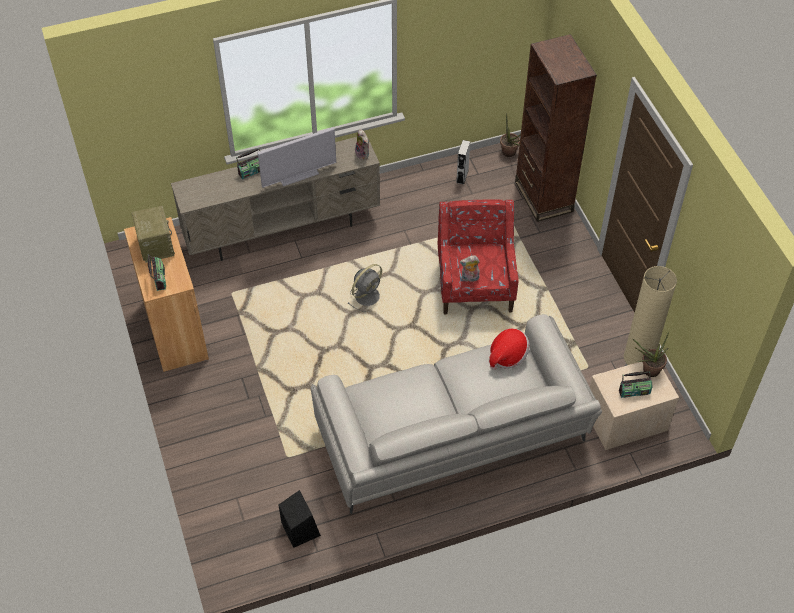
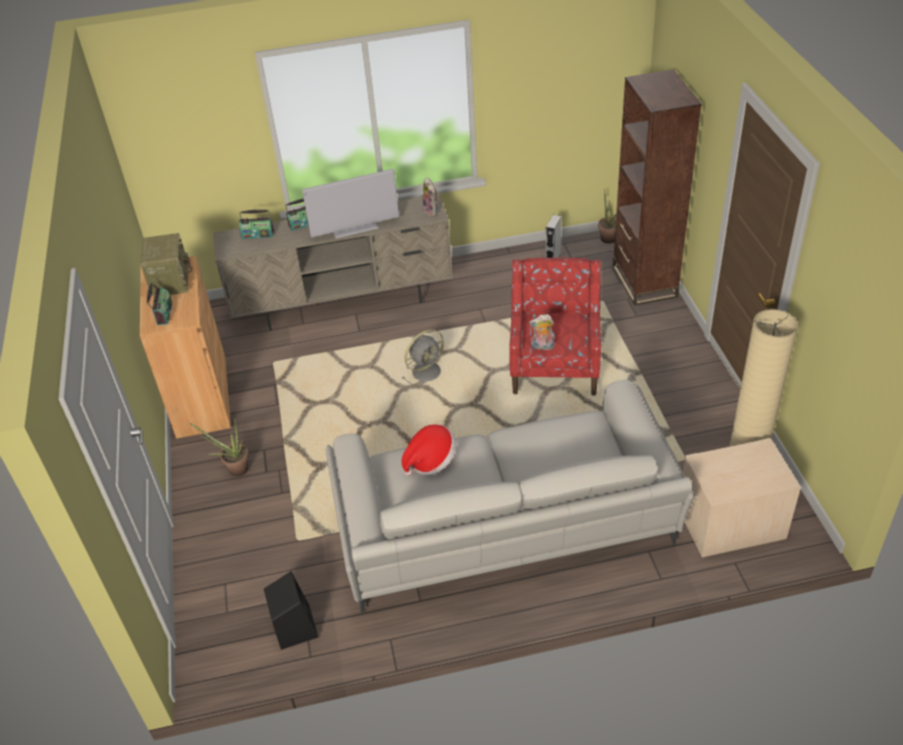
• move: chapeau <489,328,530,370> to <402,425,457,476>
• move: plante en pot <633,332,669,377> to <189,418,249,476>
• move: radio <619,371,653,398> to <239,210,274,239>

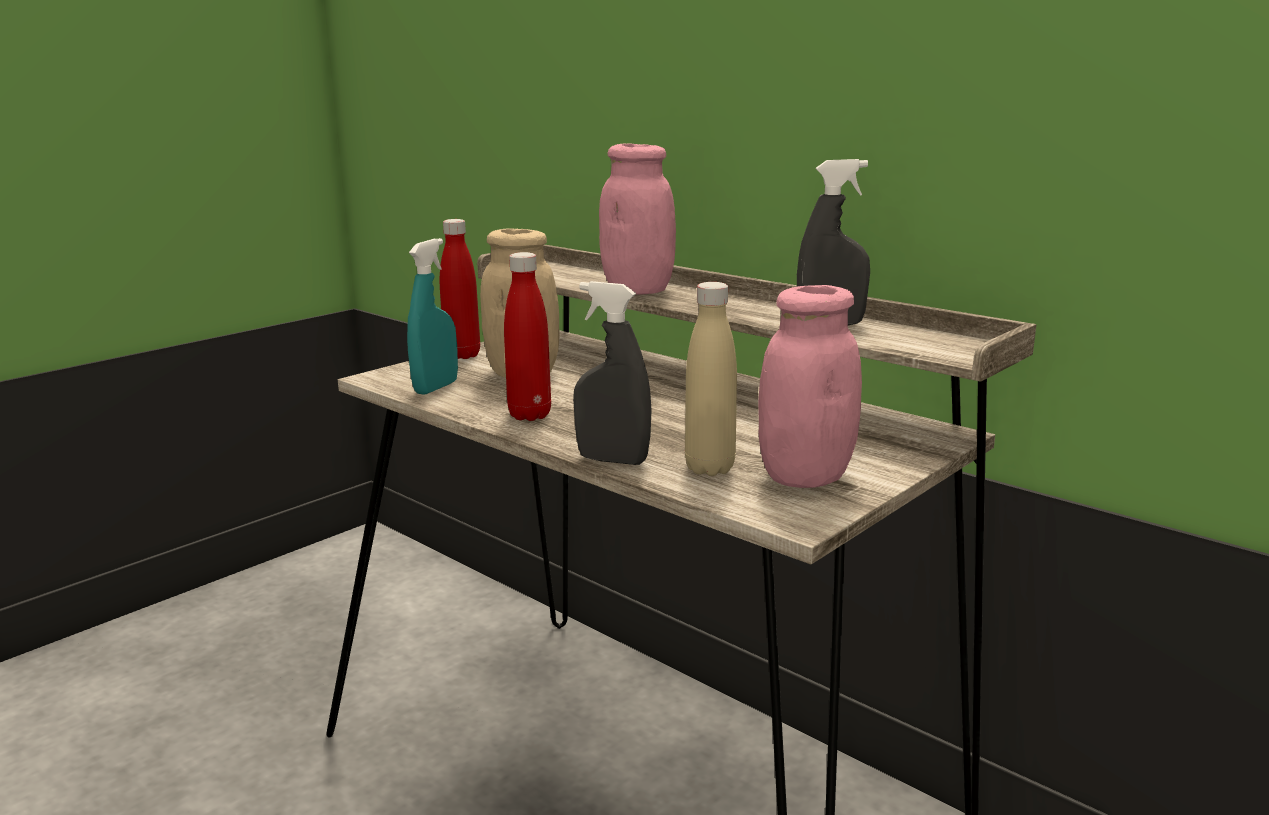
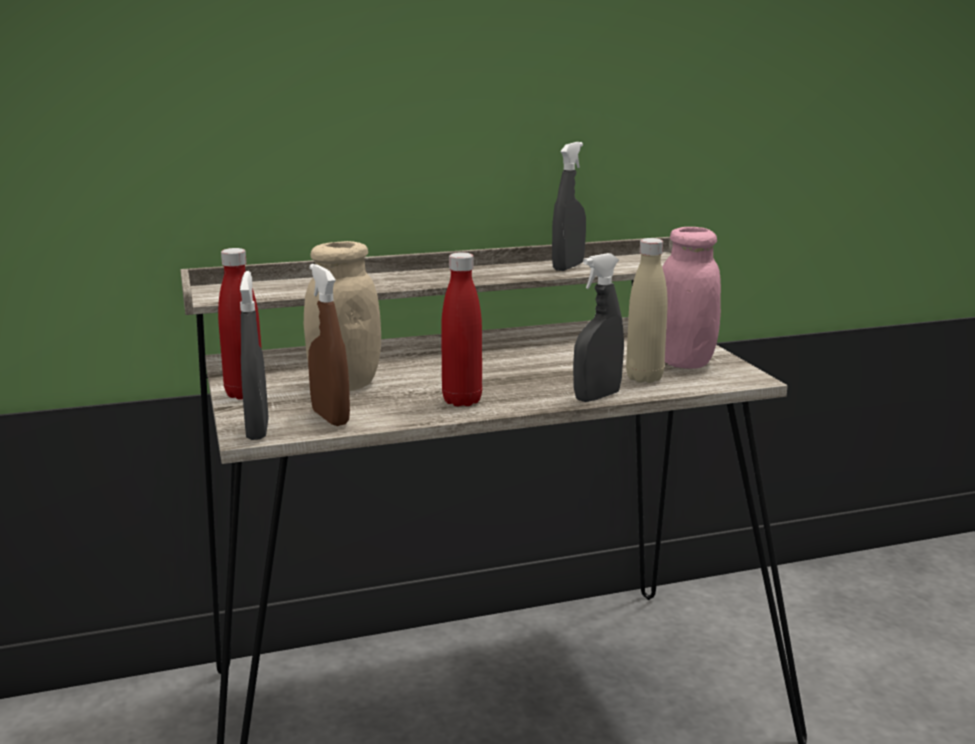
• delete: bocal (rose) <599,143,676,295>
• recolor: vaporisateur (turquoise) <407,238,458,394> to vaporisateur (marron) <308,264,350,426>
• insert: vaporisateur (gris) <240,271,268,440>

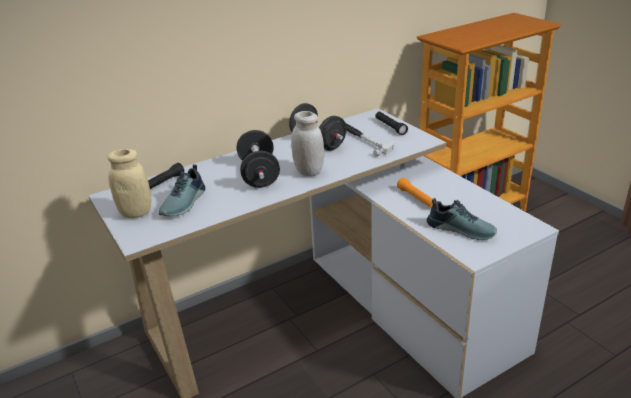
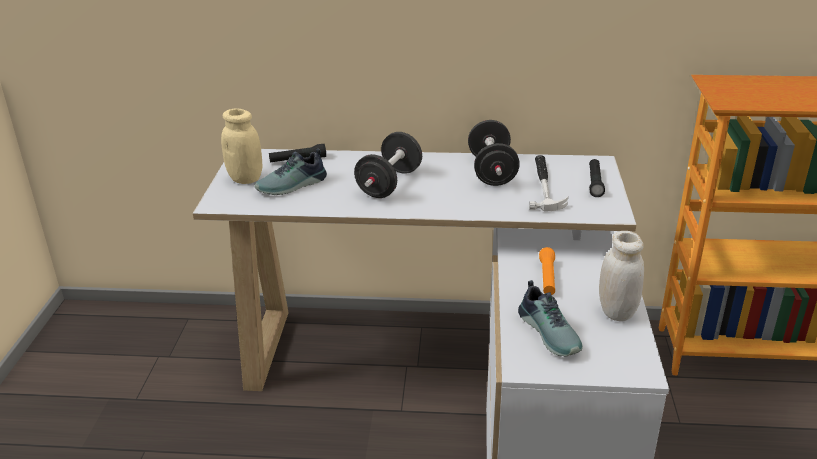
• move: bocal (blanc) <291,111,324,177> to <599,231,644,321>

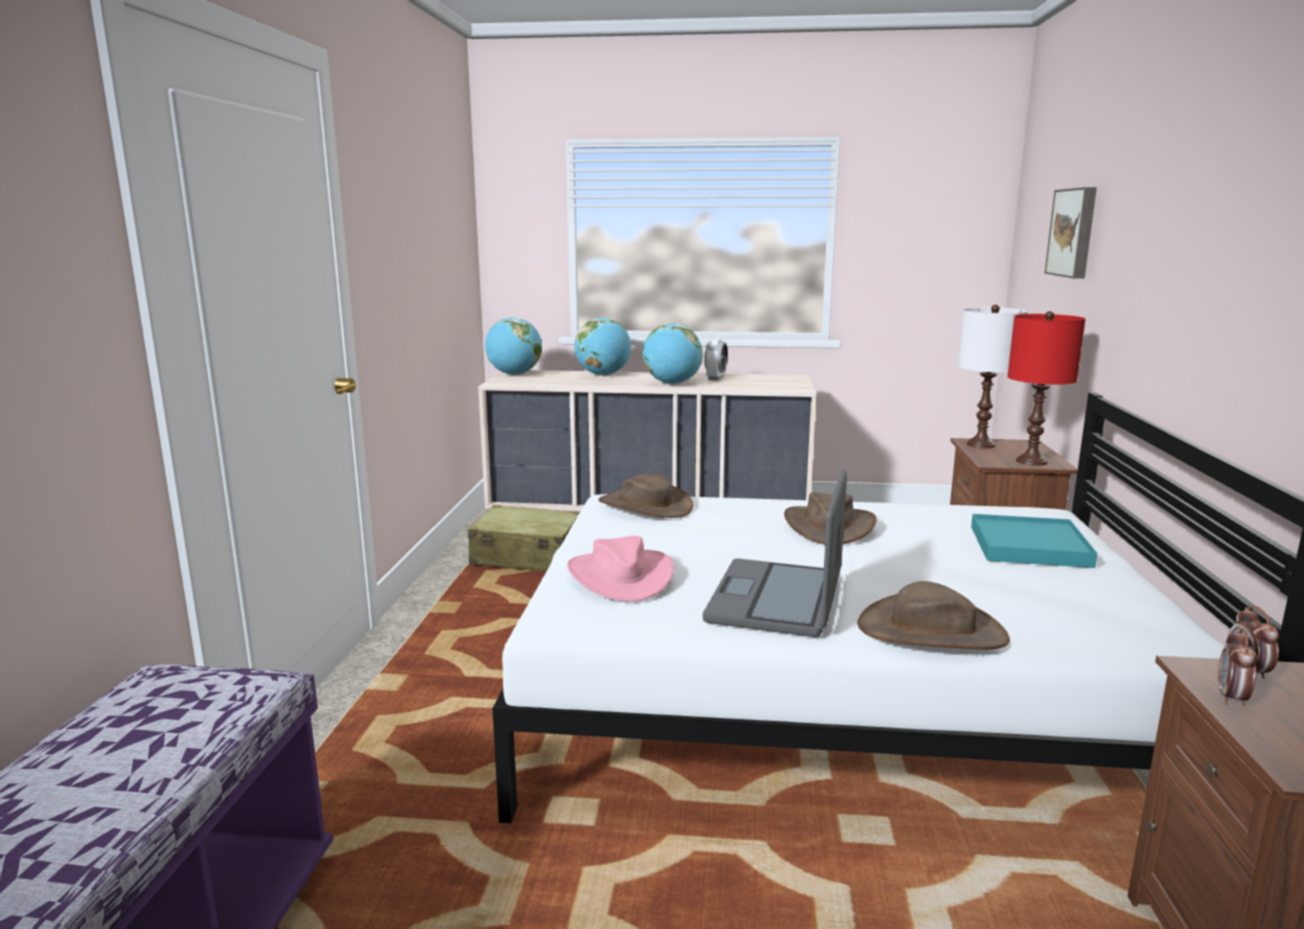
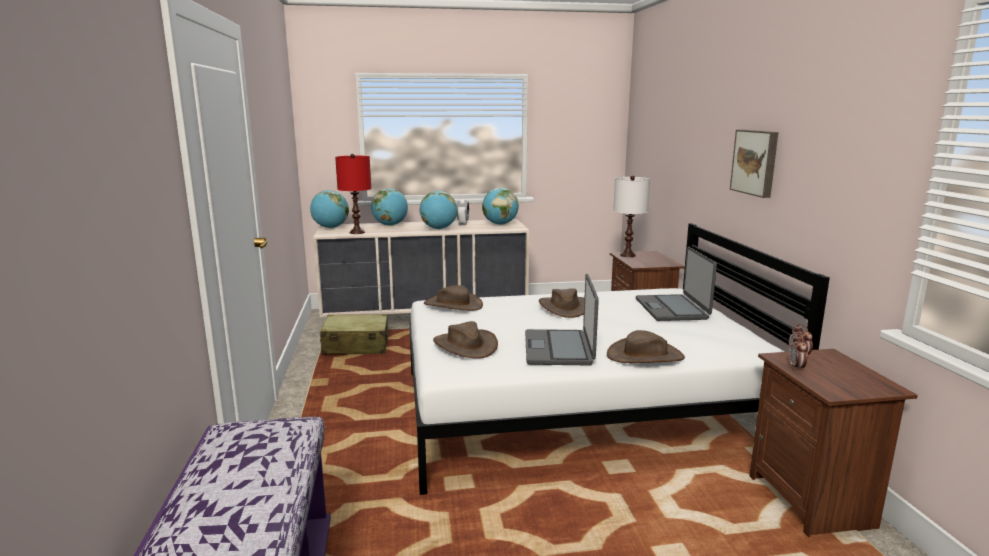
• move: tableau <1045,187,1097,279> to <730,130,778,198>
• move: lampe de table (rouge) <1007,311,1086,466> to <335,154,371,234>
• replace: plateau (turquoise) <971,514,1098,568> to ordinateur portable <636,246,717,321>
• recolor: chapeau (rose) <567,536,674,602> to chapeau (marron) <433,321,498,359>
• insert: globe <482,188,519,225>

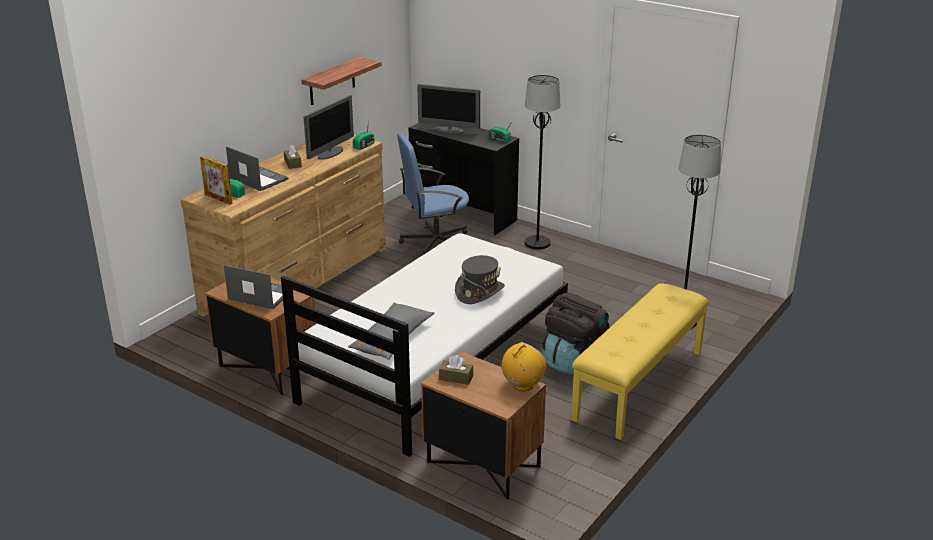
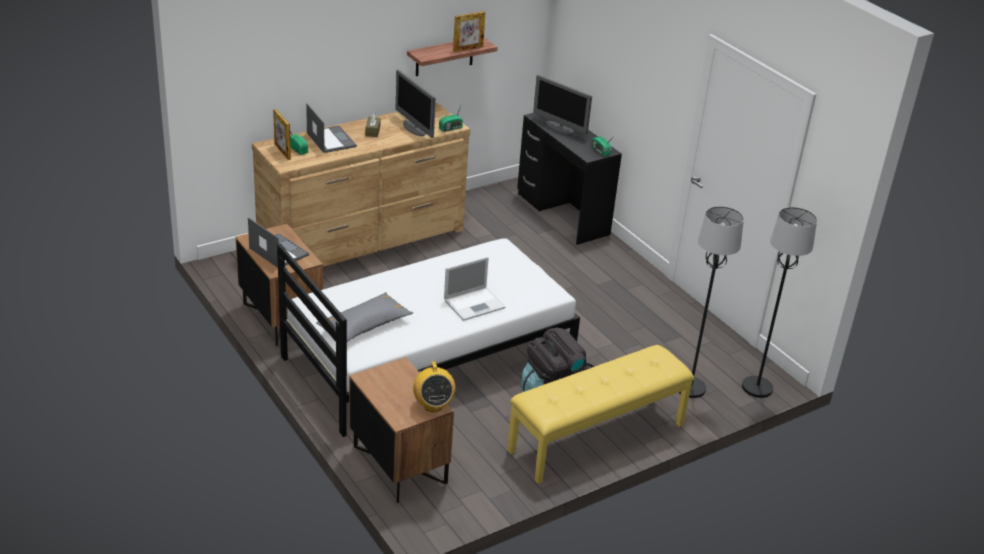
• move: lampadaire (noir) <525,75,560,249> to <742,207,817,398>
• rotate: écran d'ordinateur <303,95,354,160> = <395,70,436,138> 90 degrees clockwise
• delete: chaise de bureau (bleu) <397,133,469,255>
• replace: chapeau (gris) <455,255,505,304> to ordinateur portable <444,257,505,321>
• rotate: radio <502,342,546,391> = <413,361,456,412> 105 degrees clockwise
• delete: boîte à mouchoirs (marron) <439,355,473,385>
• insert: cadre photo <453,11,486,52>

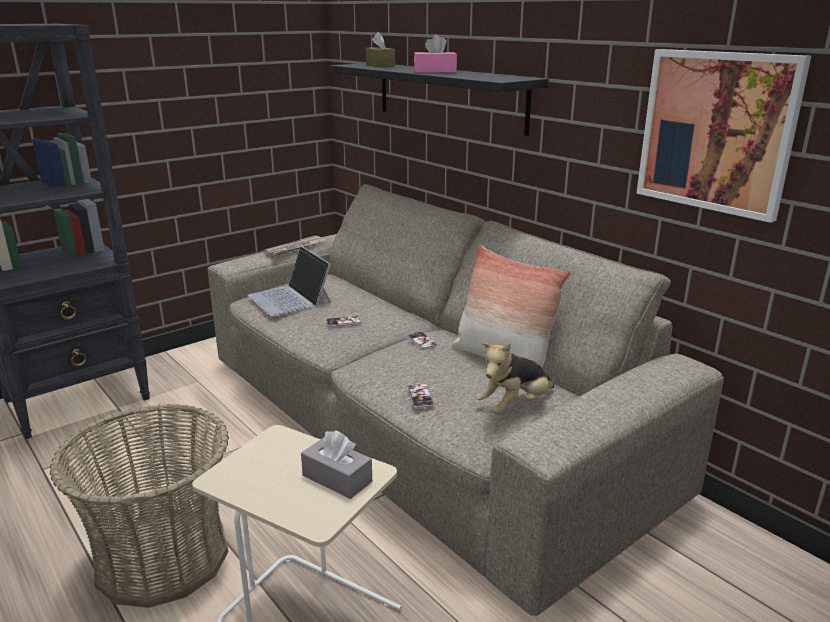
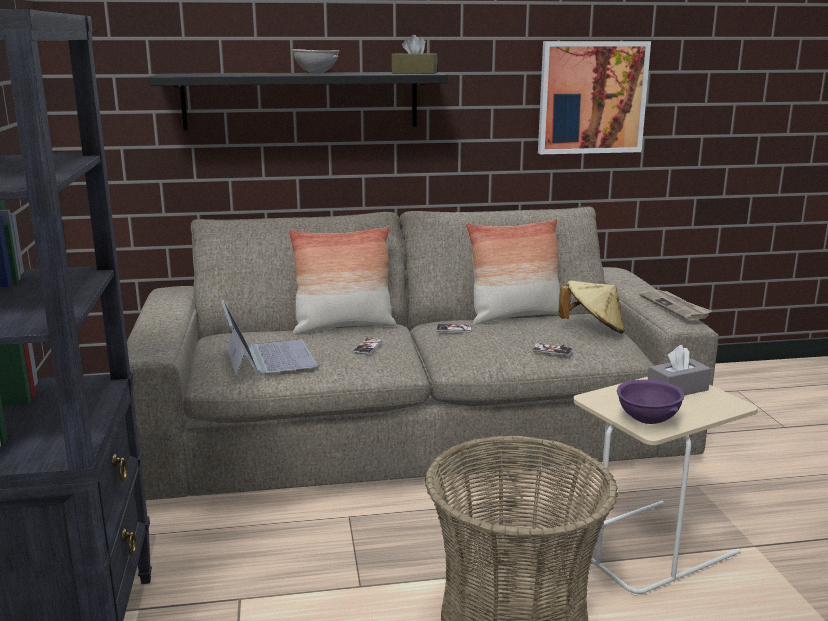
• move: boîte à mouchoirs (marron) <366,32,395,67> to <391,35,438,74>
• replace: boîte à mouchoirs (rose) <414,34,457,73> to bol (gris) <292,49,339,74>
• move: journal <264,236,326,256> to <640,290,712,320>
• rotate: ordinateur portable <247,246,331,316> = <221,300,317,377> 105 degrees counterclockwise
• replace: peluche <476,343,554,414> to chapeau (beige) <558,280,625,334>
• insert: coussin <288,226,396,335>
• insert: bol (violet) <617,380,684,424>

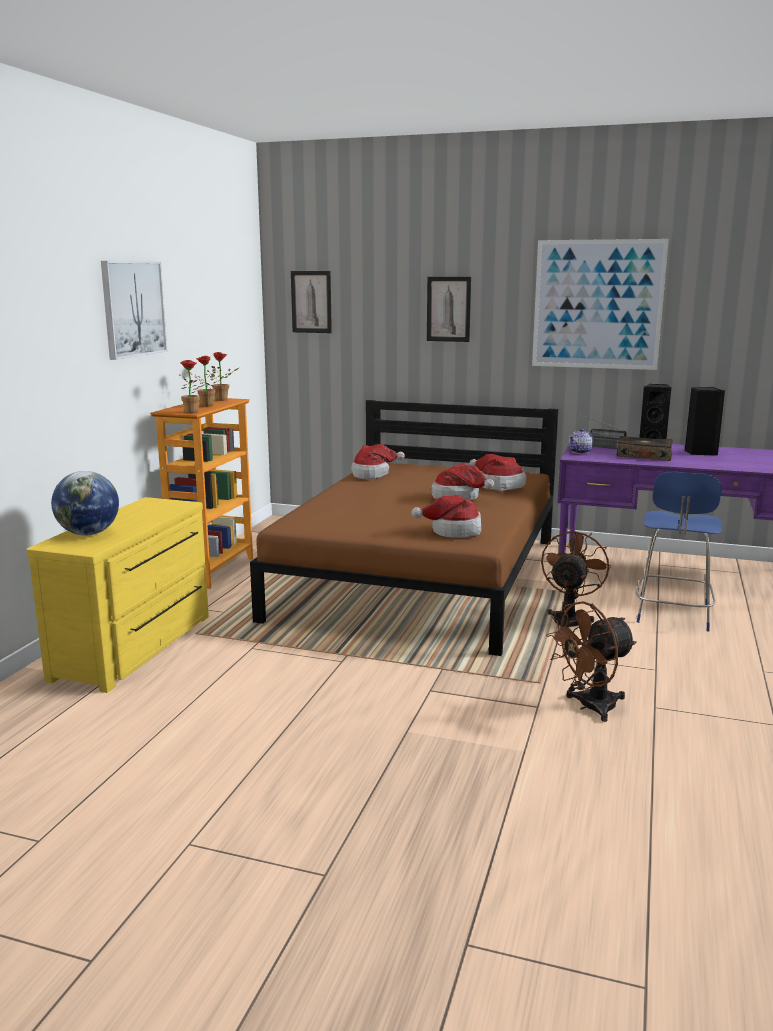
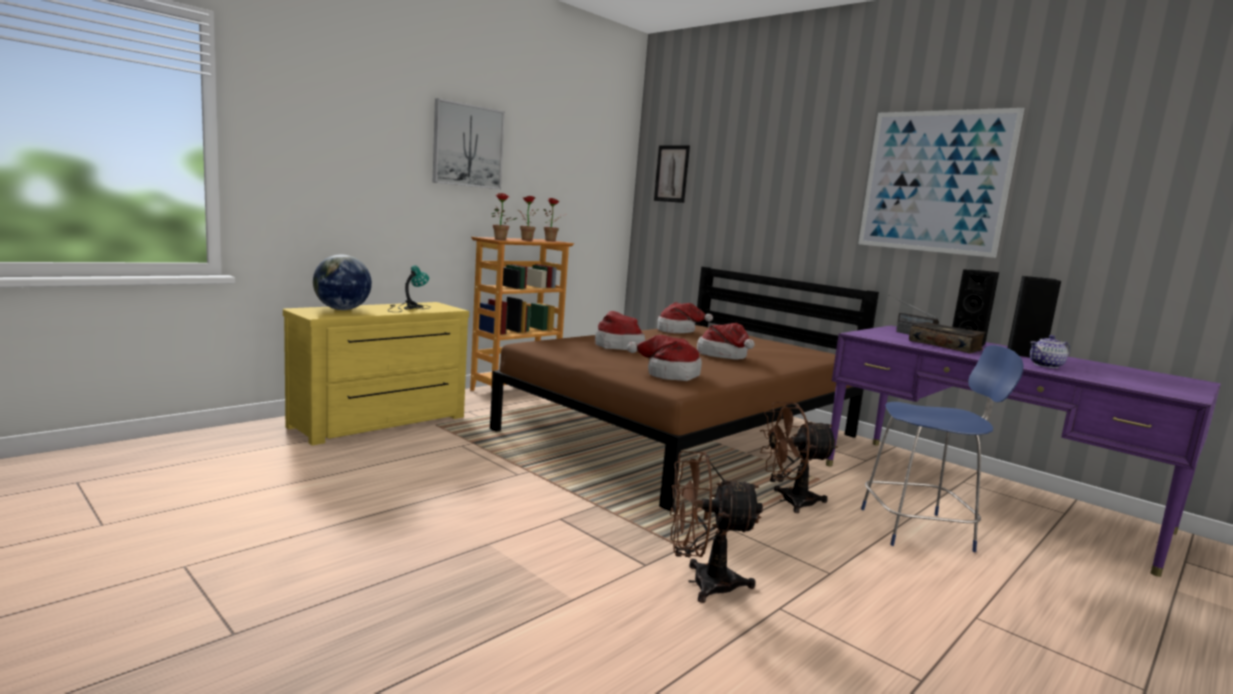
• delete: tableau <427,277,471,342>
• move: théière <568,428,593,454> to <1030,335,1070,368>
• move: chapeau <469,454,526,491> to <595,311,645,350>
• rotate: chaise (bleu) <636,472,722,631> = <861,345,1024,552> 135 degrees counterclockwise
• rotate: ventilateur (marron) <541,528,611,628> = <760,402,838,513> 150 degrees counterclockwise
• insert: lampe de table <388,265,431,312>

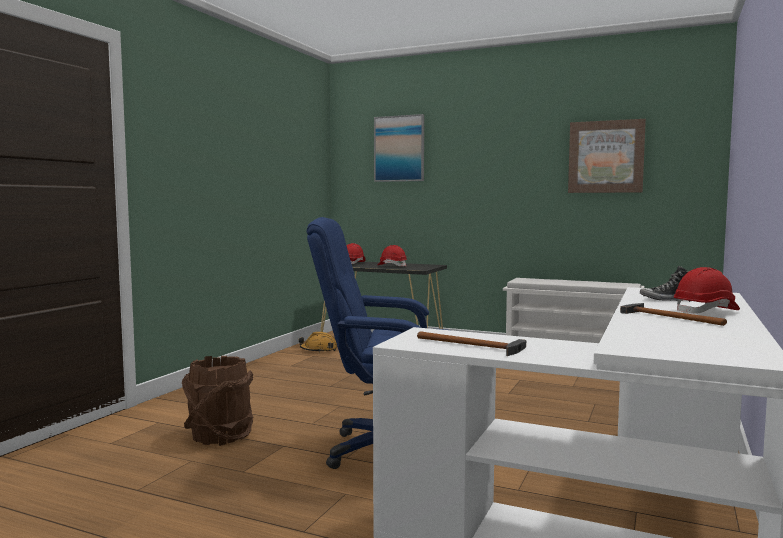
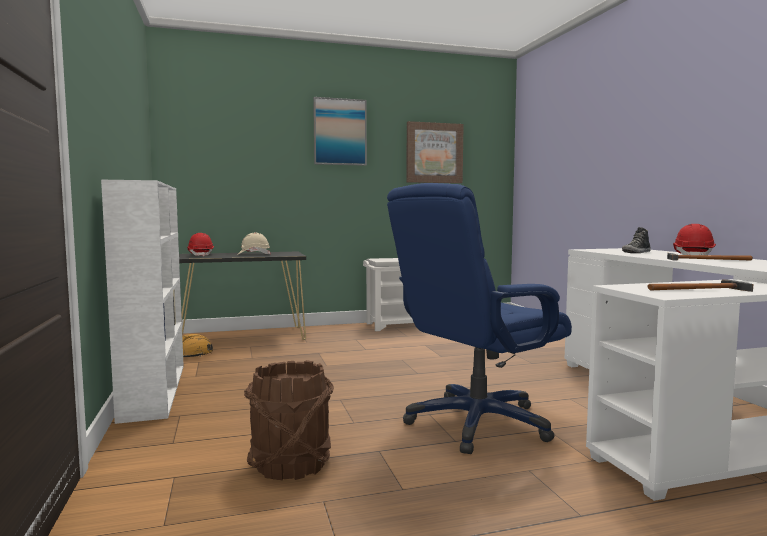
• move: tableau <374,114,424,182> to <313,97,367,166>
• recolor: casque de chantier (rouge) <377,245,407,266> to casque de chantier (beige) <237,233,270,255>
• insert: bibliothèque (blanc) <101,180,184,424>

